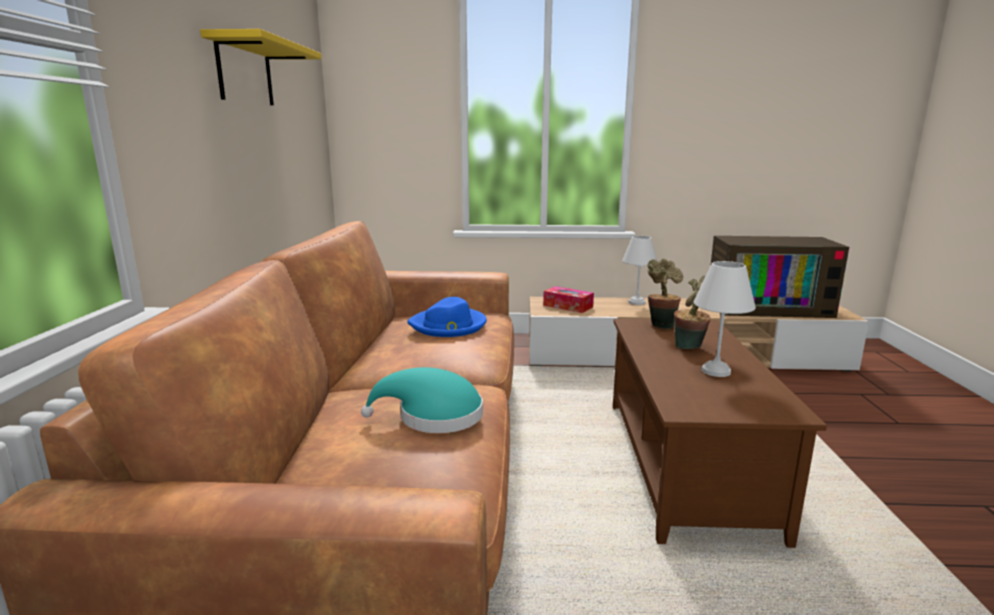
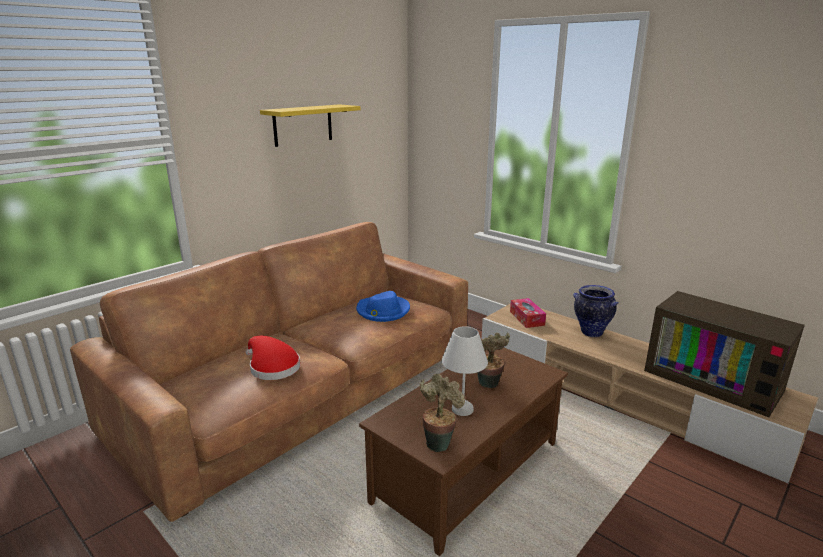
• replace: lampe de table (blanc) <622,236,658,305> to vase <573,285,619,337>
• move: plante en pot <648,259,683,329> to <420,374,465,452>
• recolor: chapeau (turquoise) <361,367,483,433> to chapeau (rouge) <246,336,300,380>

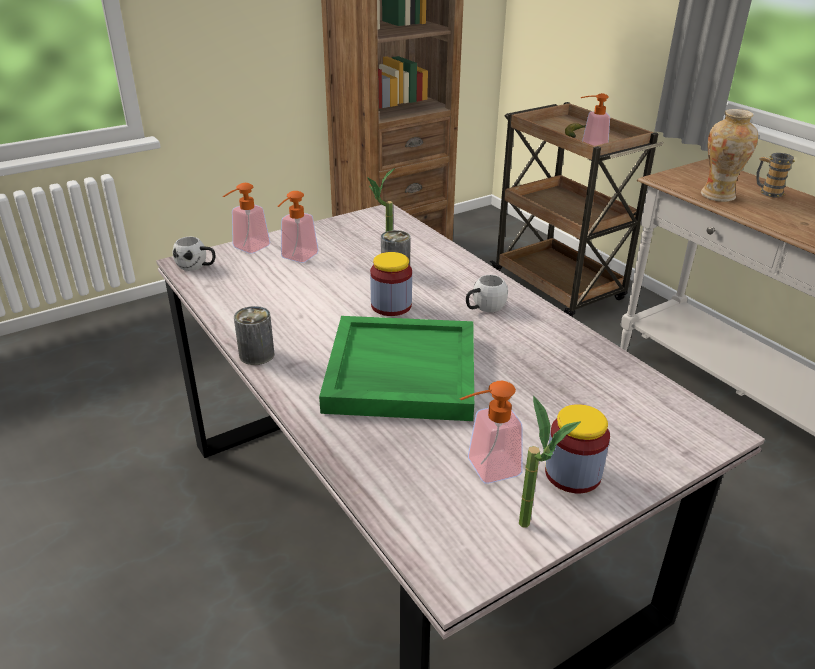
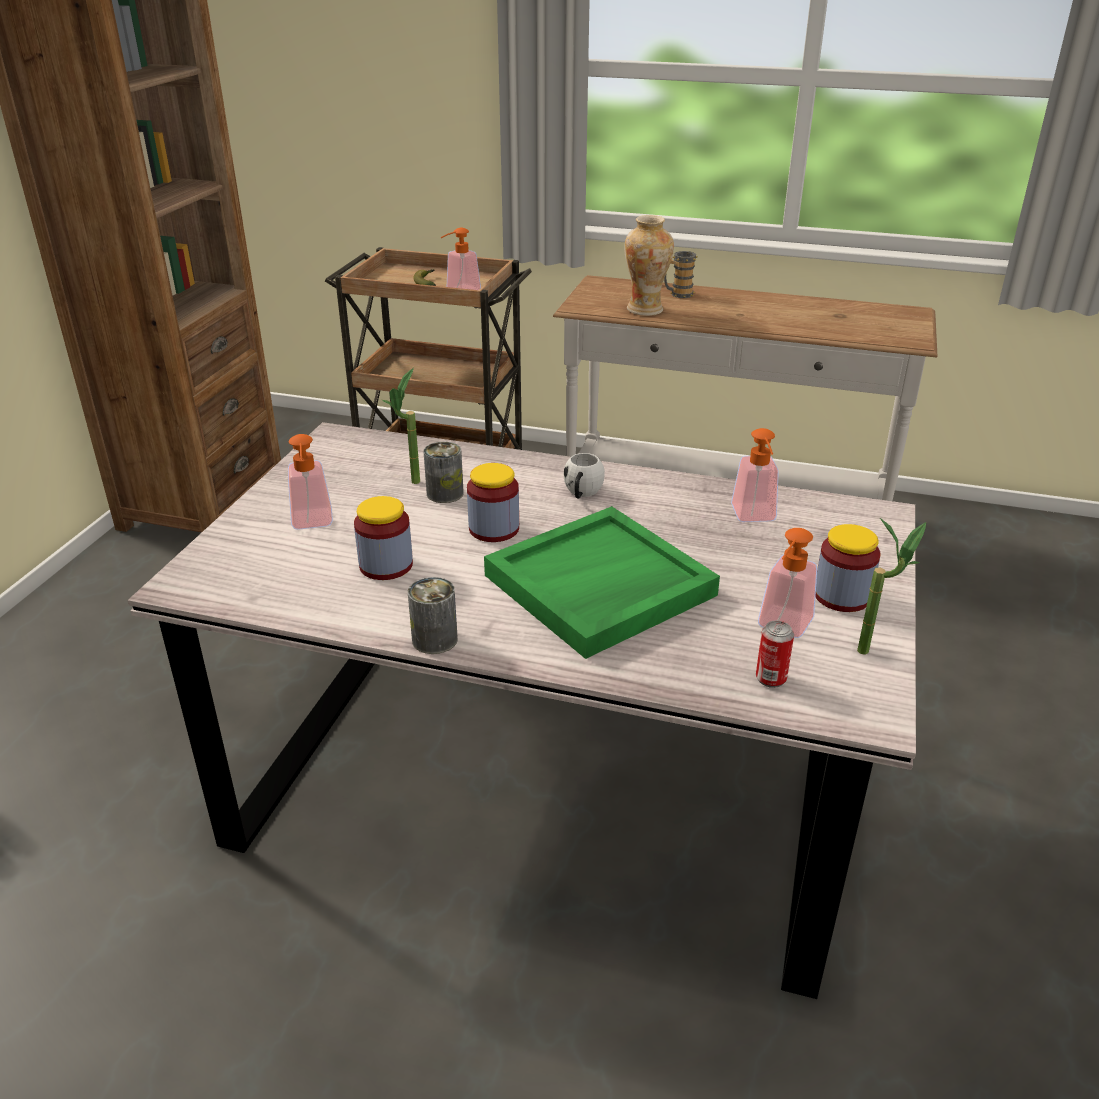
• move: distributeur de savon <223,183,270,253> to <731,428,779,522>
• delete: mug (blanc) <172,237,215,271>
• insert: bocal <354,496,413,580>
• insert: boîte métallique <756,620,794,688>

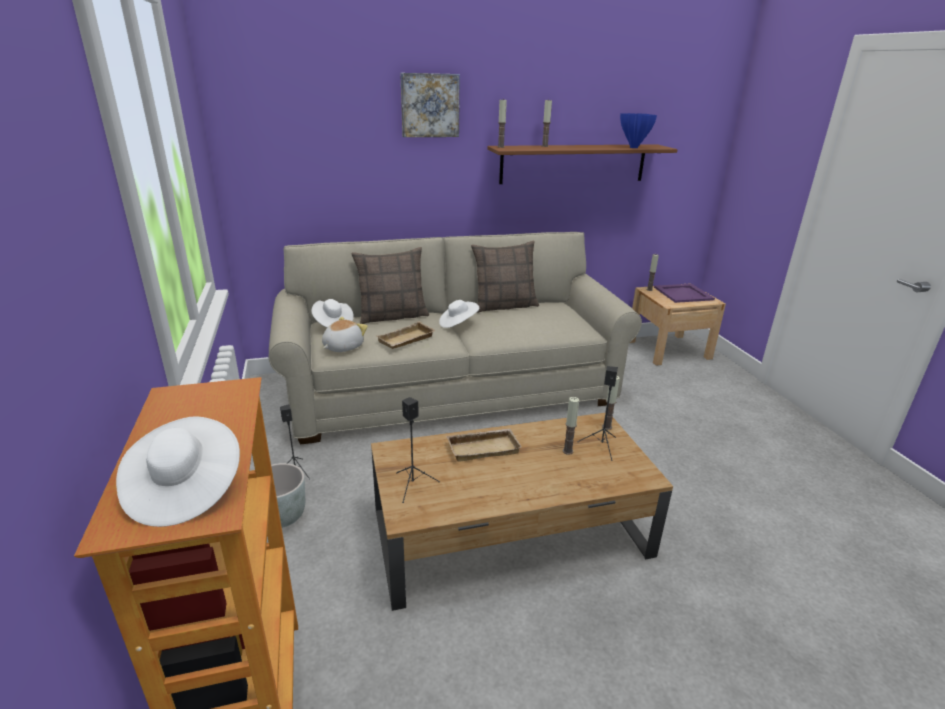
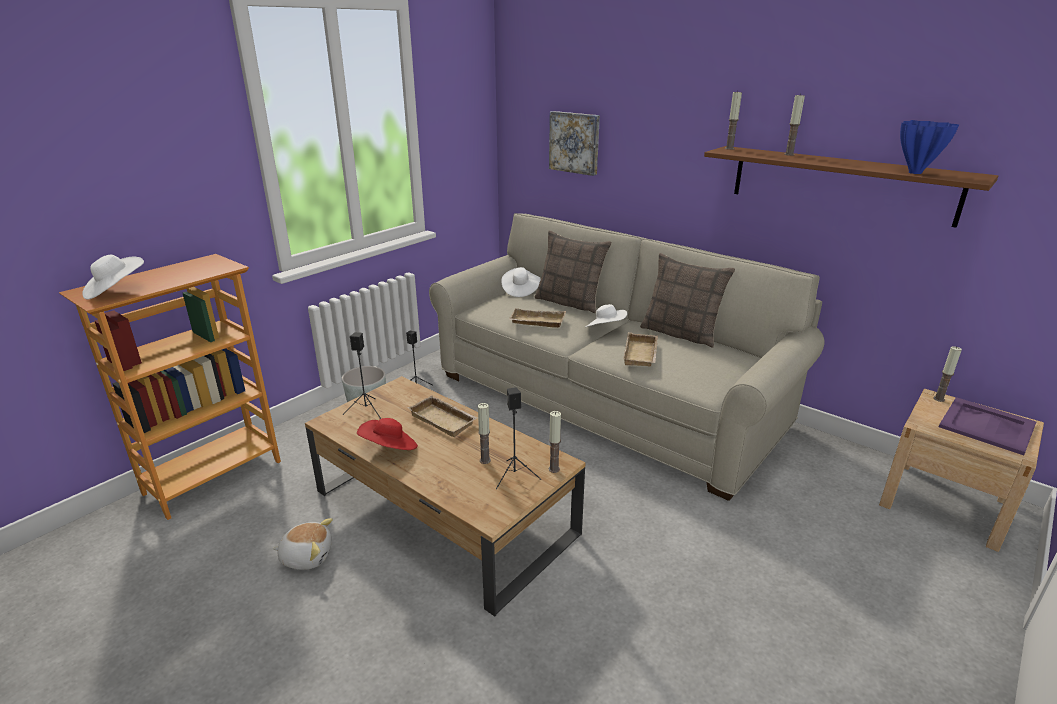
• move: tableau <400,73,460,137> to <549,111,600,176>
• move: peluche <322,317,368,352> to <272,518,333,570>
• insert: plateau (beige) <623,332,658,366>
• insert: chapeau (rouge) <357,418,418,450>

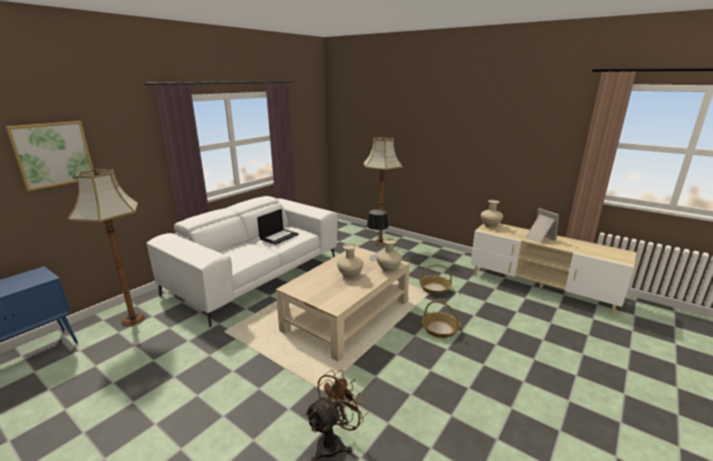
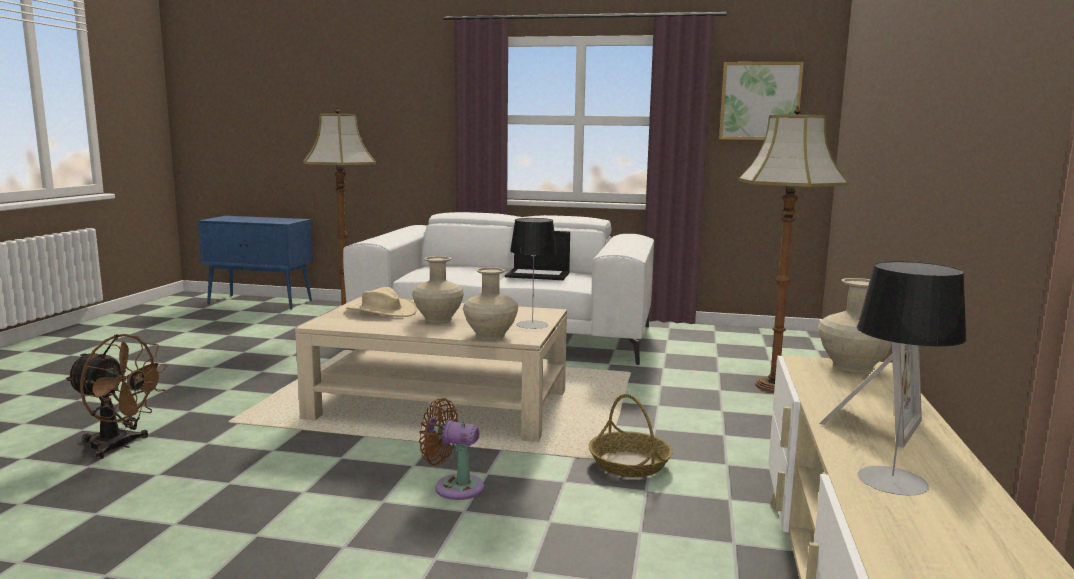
• move: tableau <5,121,93,191> to <719,62,804,140>
• replace: panier <422,300,460,338> to ventilateur (marron) <419,398,484,500>
• insert: lampe de table <857,261,967,495>
• insert: chapeau (beige) <346,287,417,317>

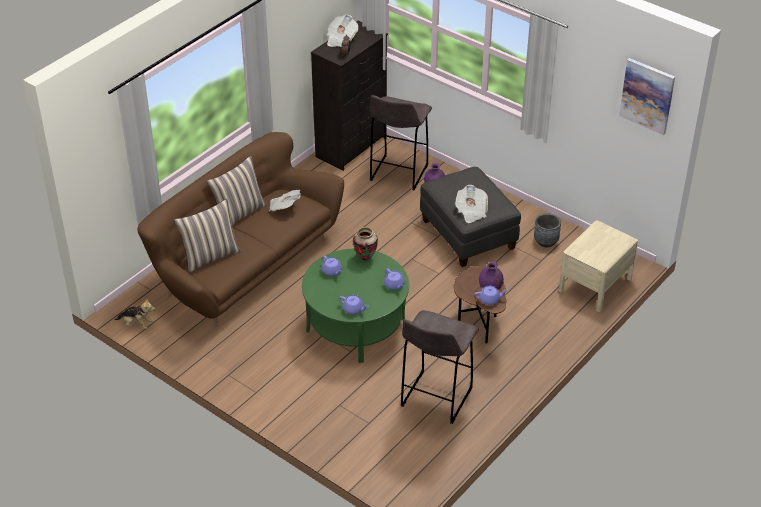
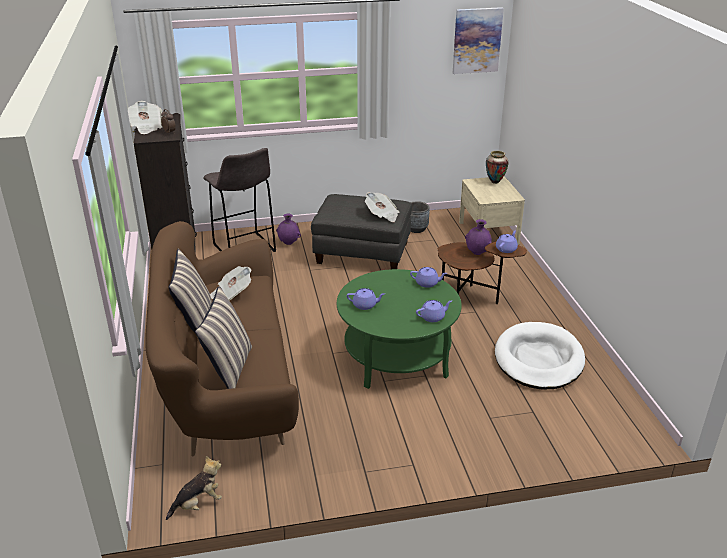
• move: vase <353,227,378,261> to <486,151,509,184>
• replace: tabouret (gris) <401,310,479,424> to panier pour chien (blanc) <495,322,585,390>

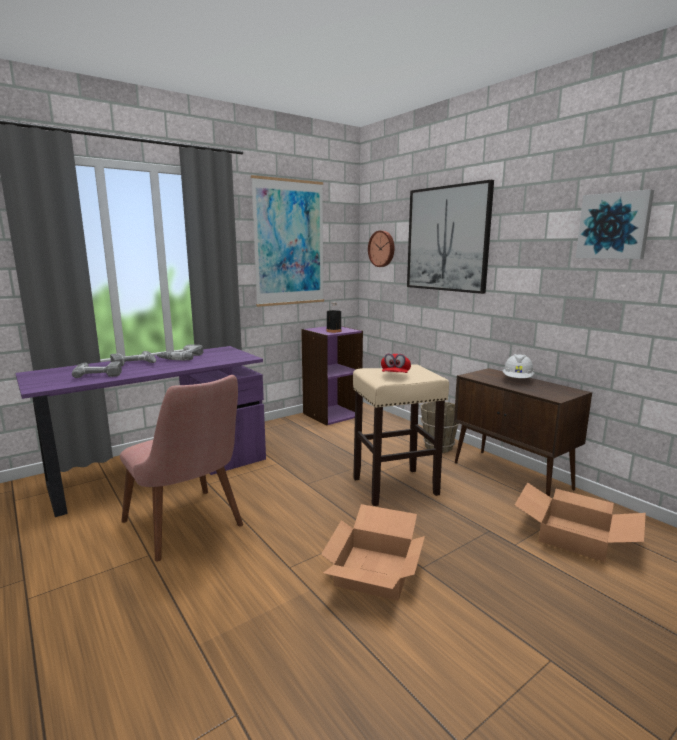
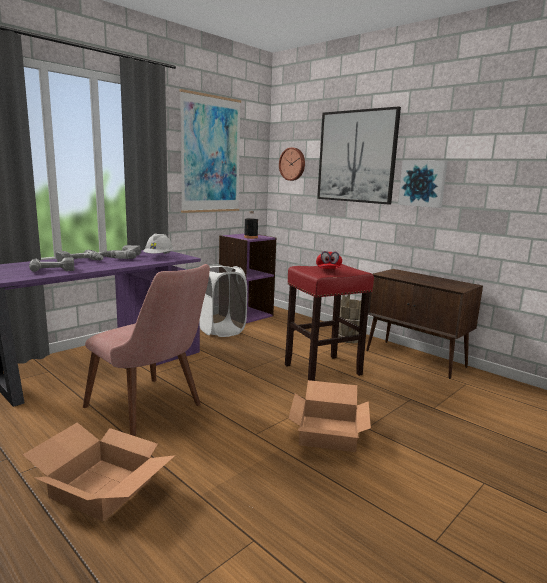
• move: tableau <576,189,654,259> to <398,160,448,208>
• move: casque de chantier (blanc) <502,354,535,378> to <143,233,173,254>
• recolor: tabouret (beige) <353,364,449,506> to tabouret (rouge) <285,264,374,381>
• move: carton <515,482,646,562> to <23,423,176,521>
• insert: panier à linge (blanc) <200,264,247,337>

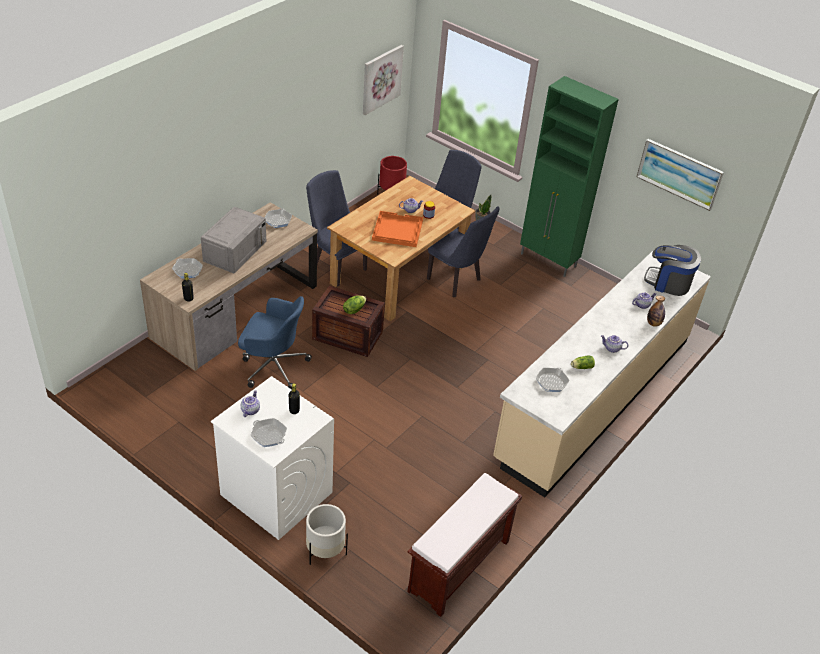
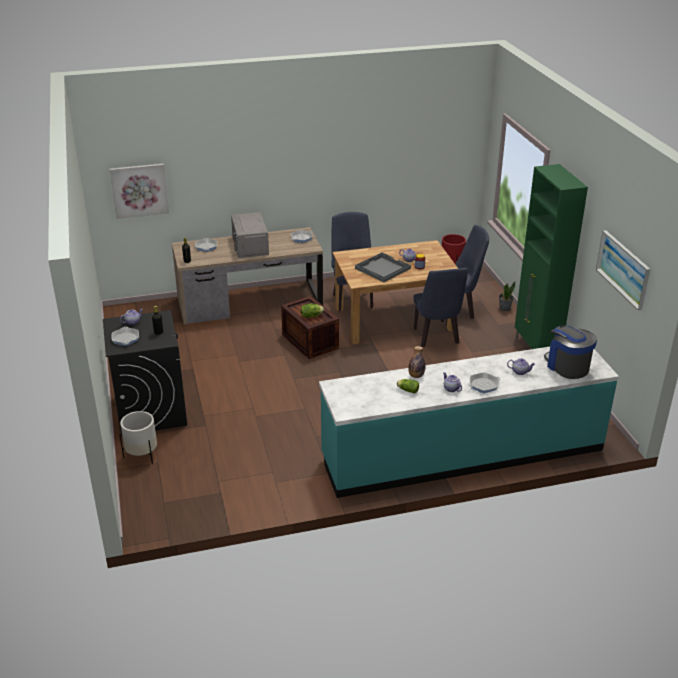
• move: tableau <363,45,404,115> to <109,164,169,219>
• rotate: micro-ondes (gris) <201,207,266,273> = <231,212,269,258> 105 degrees clockwise
• recolor: plateau (orange) <372,211,423,247> to plateau (gris) <355,253,411,282>
• recolor: comptoir de cuisine (beige) <493,249,711,497> to comptoir de cuisine (turquoise) <319,347,619,498>
• delete: chaise de bureau (bleu) <238,296,312,390>
• move: bouteille <647,296,665,327> to <408,346,425,378>
• move: poêle <536,368,569,392> to <468,372,500,393>
• recolor: lave-linge (blanc) <211,376,334,540> to lave-linge (noir) <103,310,187,436>
• delete: banc (marron) <407,473,522,617>

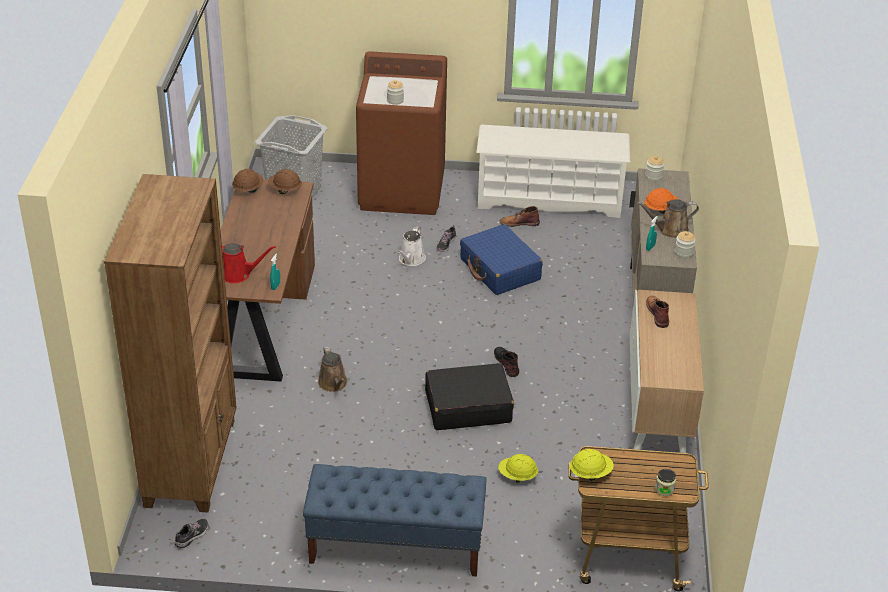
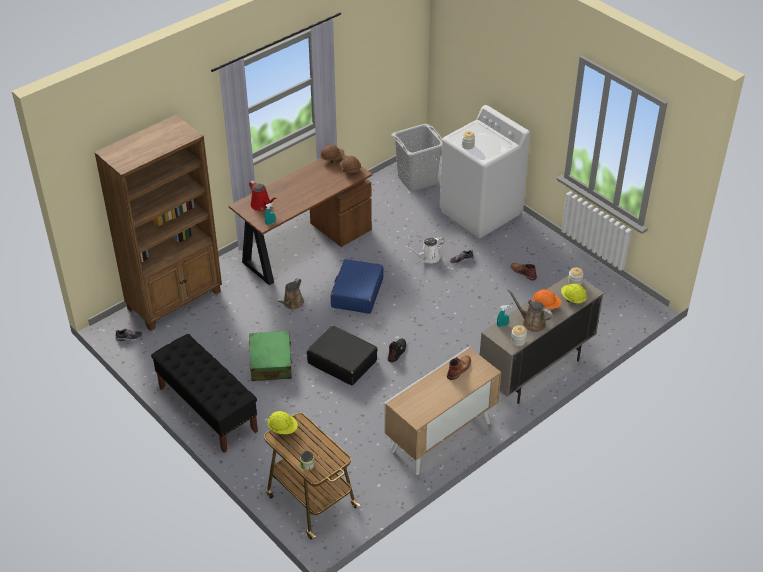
• recolor: lave-linge (marron) <356,51,447,215> to lave-linge (blanc) <439,105,530,238>
• delete: étagère à chaussures (blanc) <476,125,630,218>
• move: valise (bleu) <460,224,543,295> to <331,259,383,314>
• move: casque de chantier (jaune) <498,454,538,483> to <561,283,587,303>
• recolor: banc (bleu) <303,464,486,577> to banc (noir) <151,334,258,453>
• insert: valise (vert) <249,331,293,381>

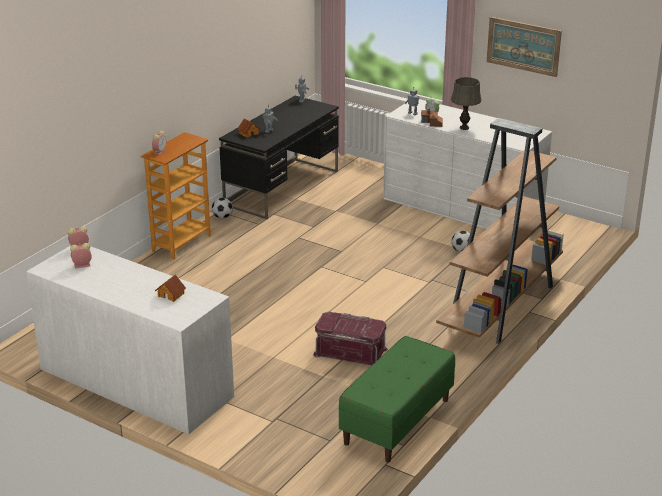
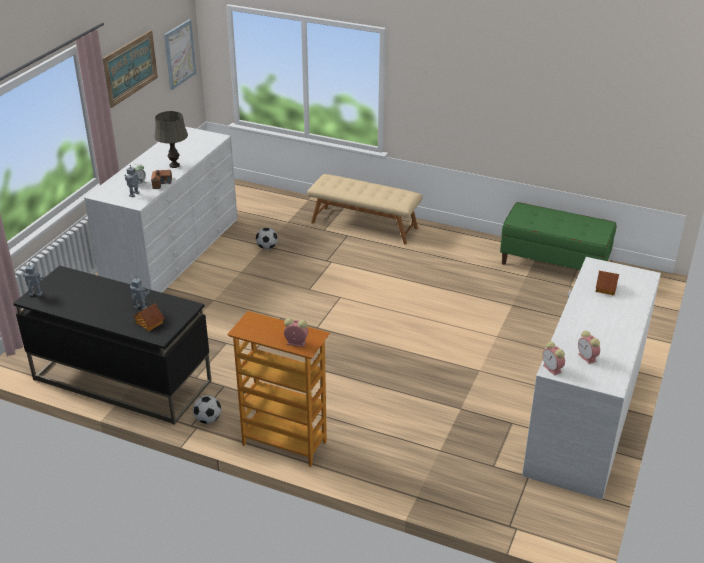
• replace: bibliothèque (marron) <436,118,564,344> to banc (beige) <307,174,422,245>
• delete: boîte de rangement (rouge) <313,312,388,365>
• insert: tableau <164,19,196,90>

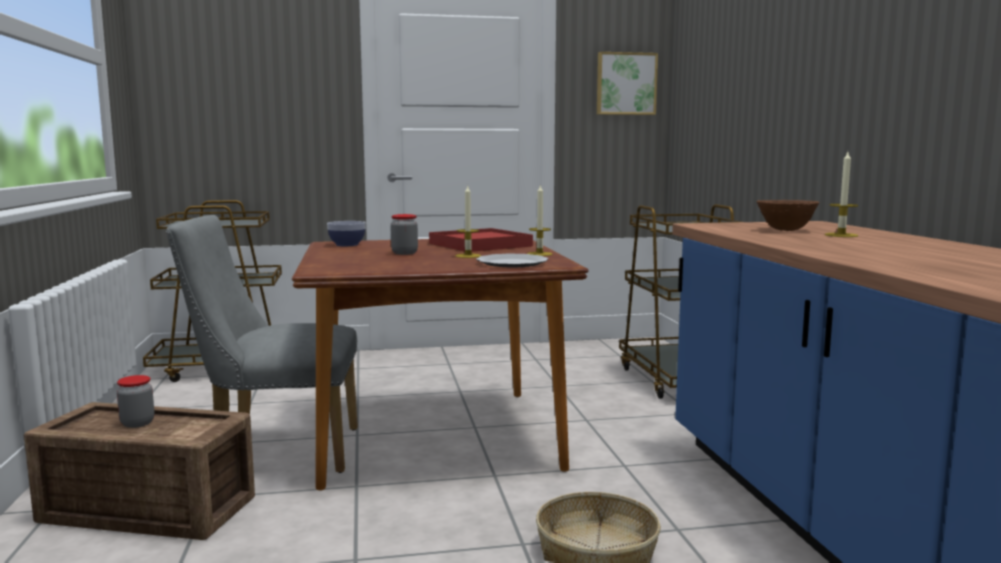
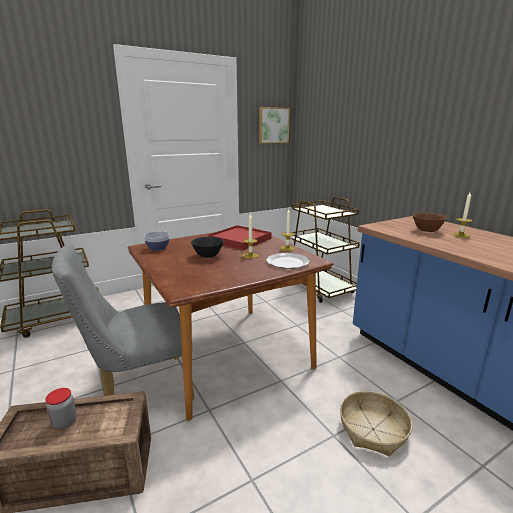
• replace: bocal <391,214,418,255> to bol (noir) <191,237,224,258>

